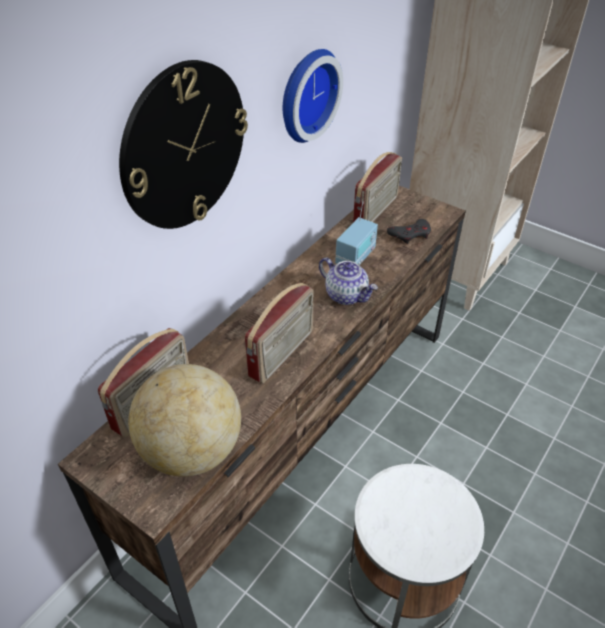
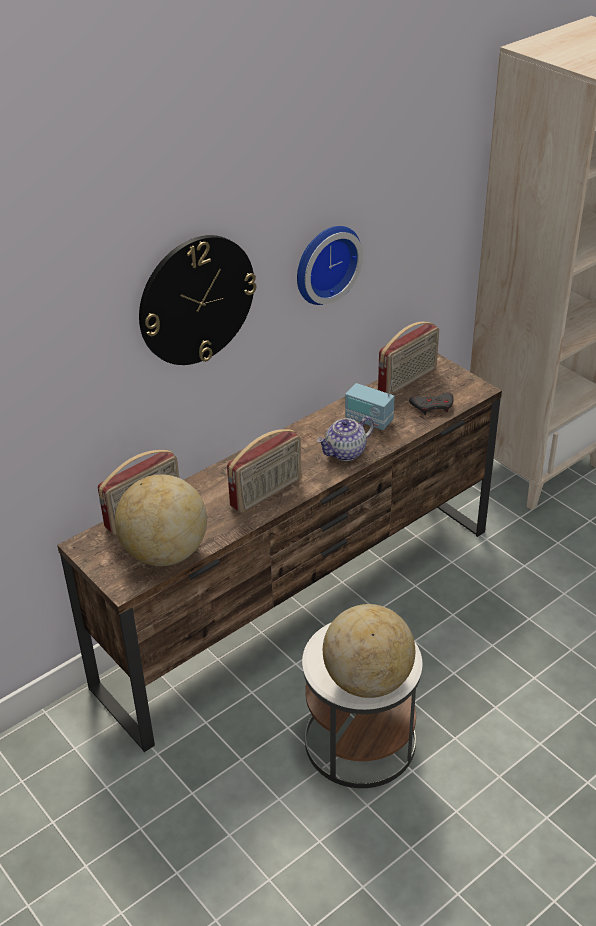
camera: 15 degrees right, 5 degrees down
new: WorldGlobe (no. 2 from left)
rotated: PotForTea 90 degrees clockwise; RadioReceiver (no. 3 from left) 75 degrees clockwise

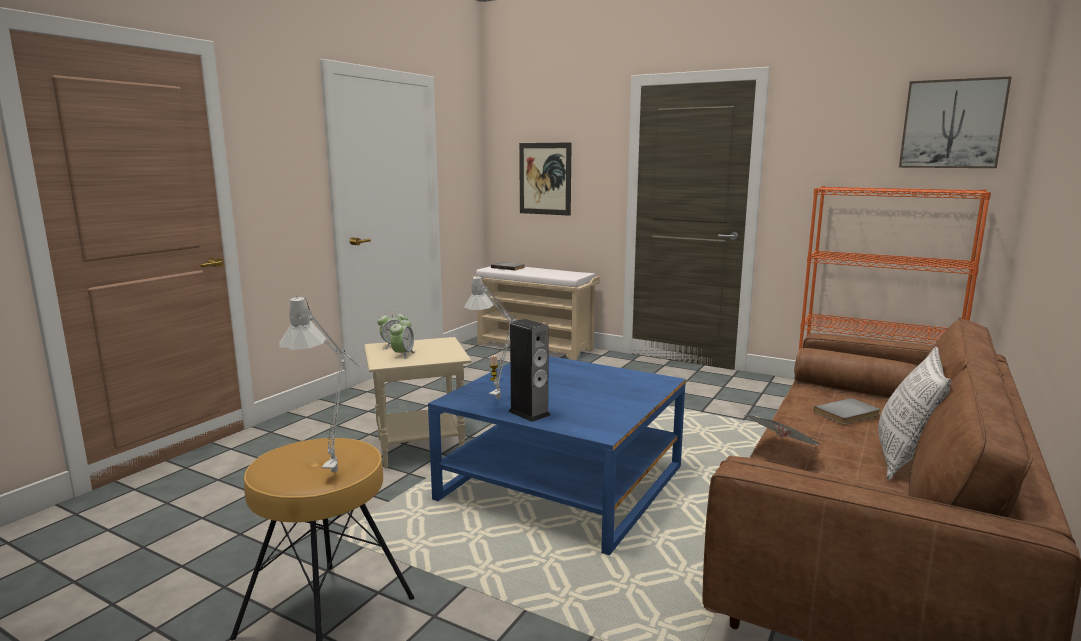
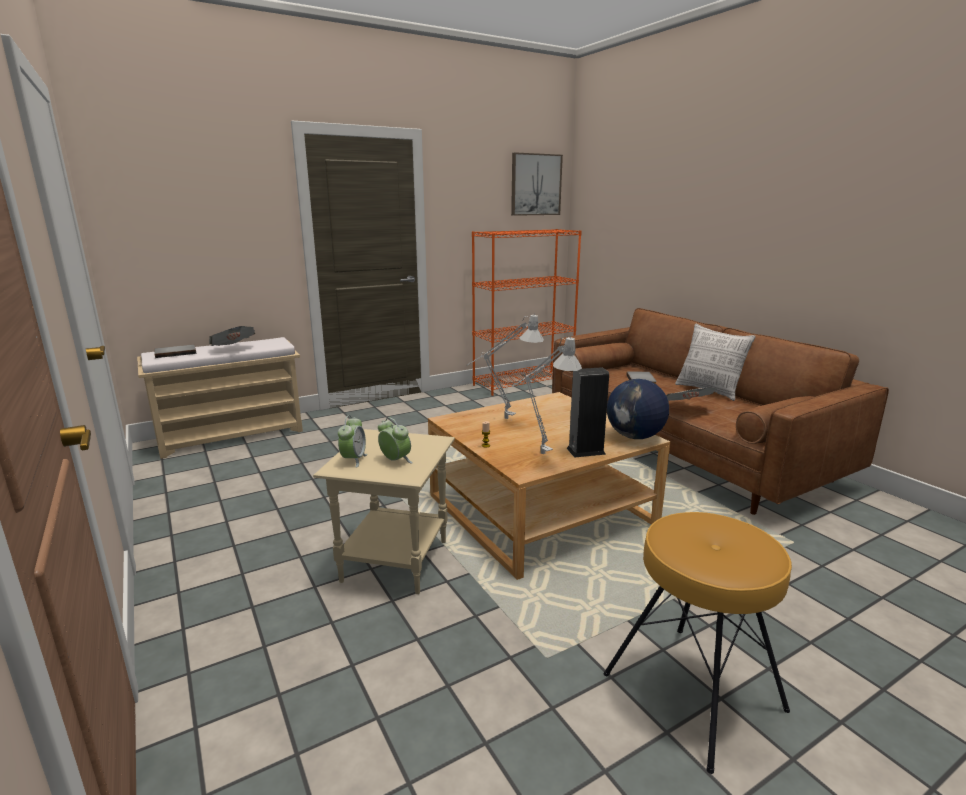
camera: 60 degrees left, 5 degrees up
gone: WallArt (no. 1 from left)
new: DailyPaper (no. 1 from left); WorldGlobe
shifted: GrayLampForATable (no. 1 from left)
repainted: BluishLowTable to BeigeLowTable

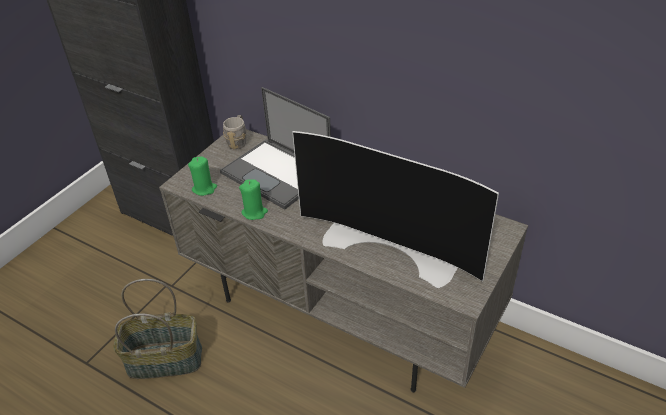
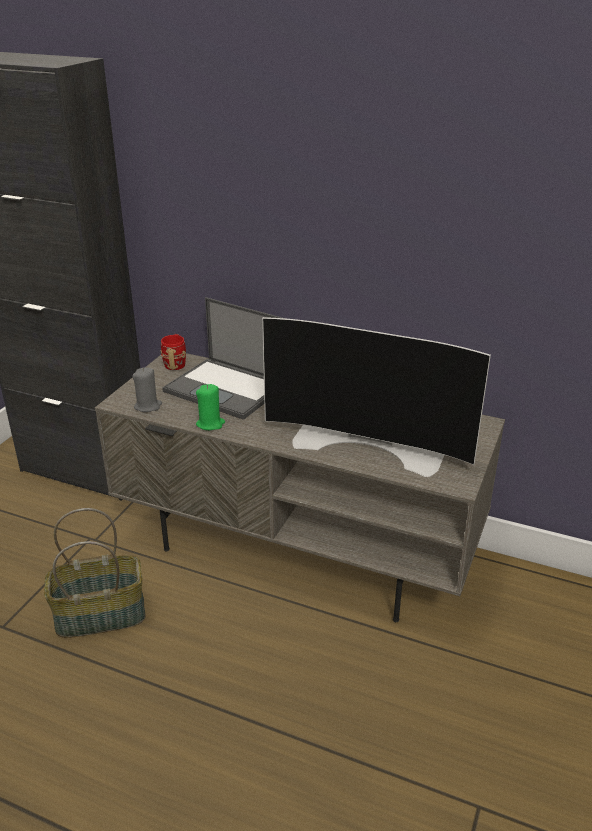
camera: 10 degrees left, 10 degrees down
repainted: GreenColouredWaxLight (no. 1 from left) to GrayWaxLight; GrayCoffeeMug to RedColouredCoffeeMug

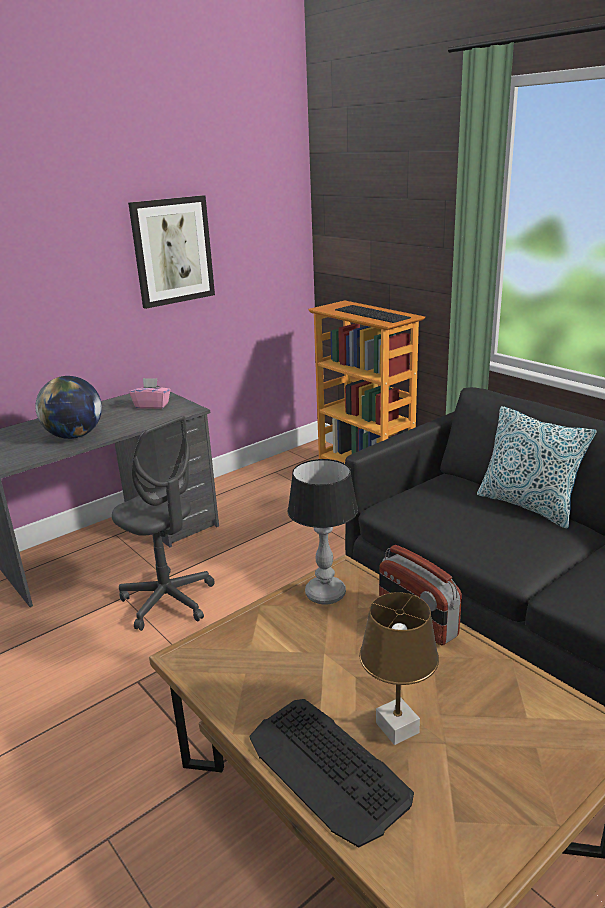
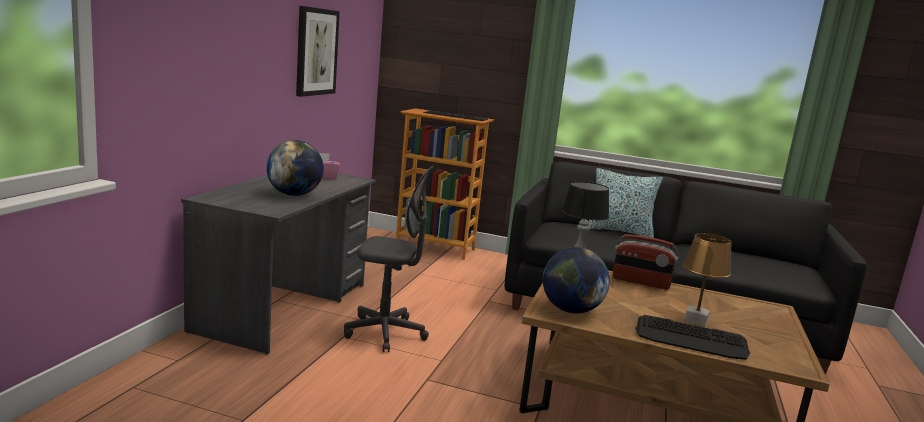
camera: 35 degrees left, 10 degrees down
new: WorldGlobe (no. 2 from left)

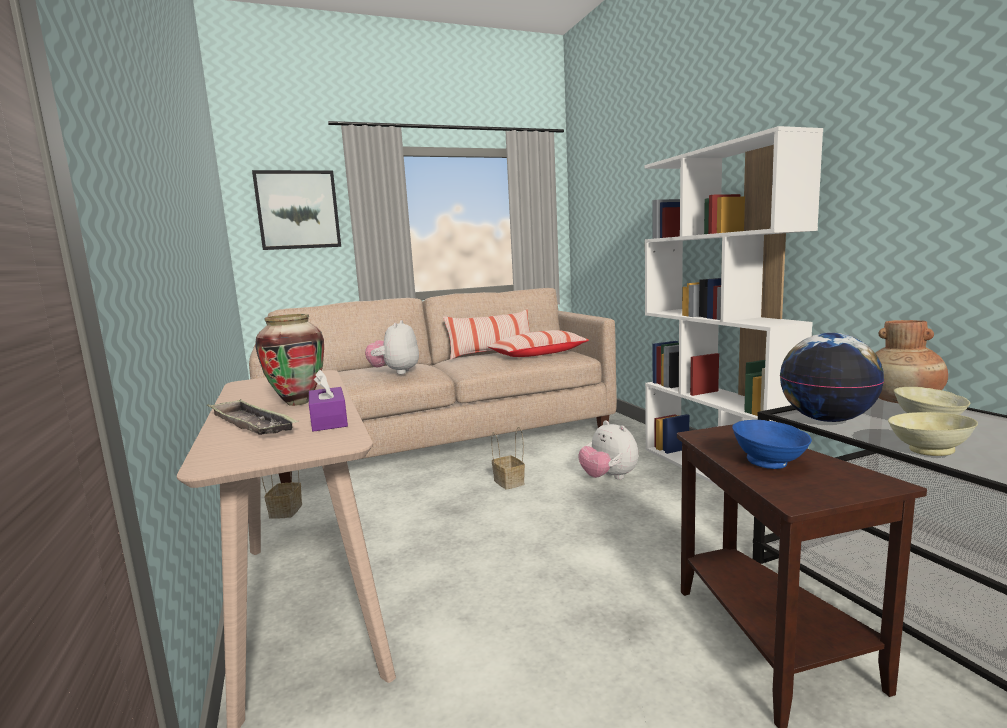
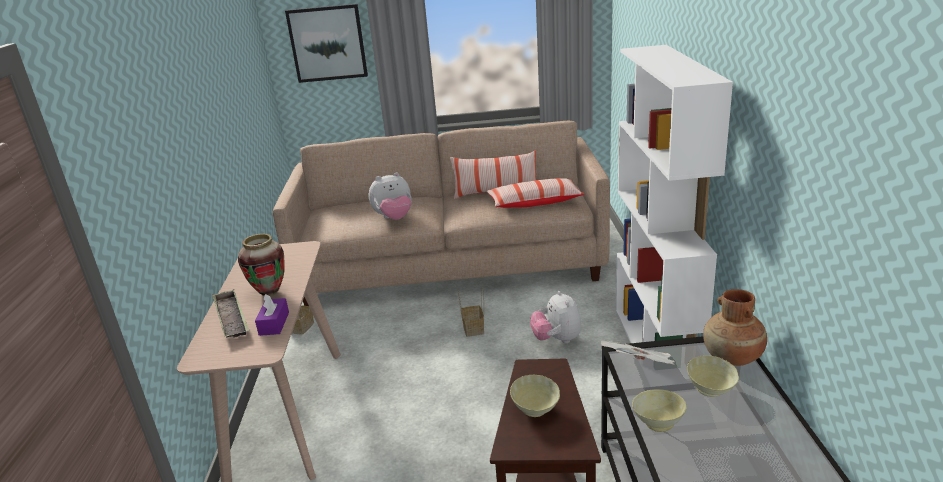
camera: 20 degrees right, 15 degrees up
swapped: WorldGlobe to DailyPaper
repainted: BluishDeepDish to BeigeDeepDish (no. 1 from left)
rotated: SoftToy (no. 1 from left) 135 degrees counterclockwise

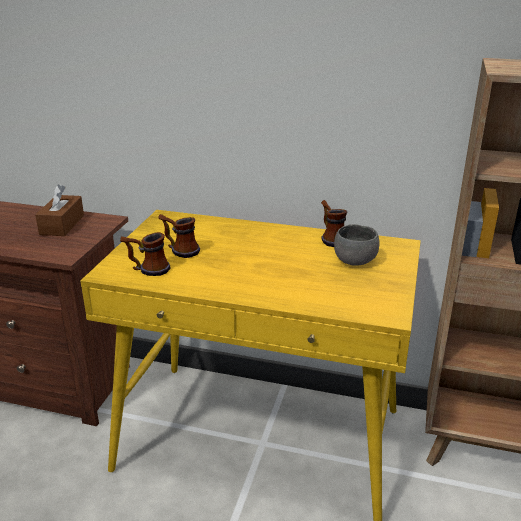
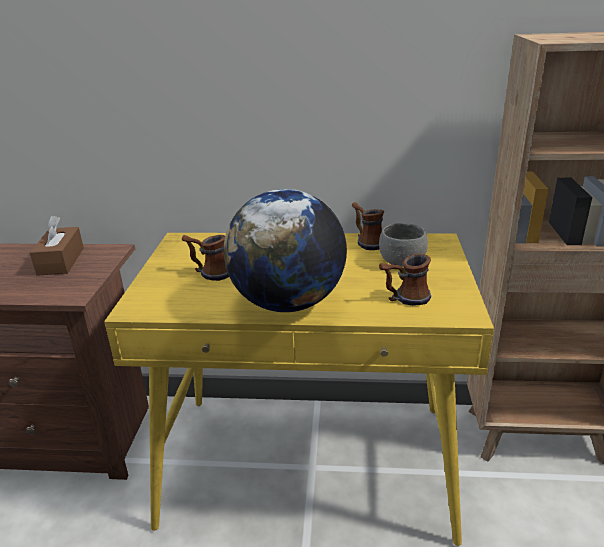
camera: 10 degrees left, 0 degrees up
new: WorldGlobe
shifted: CoffeeMug (no. 1 from left in the first image) to CoffeeMug (no. 3 from left)

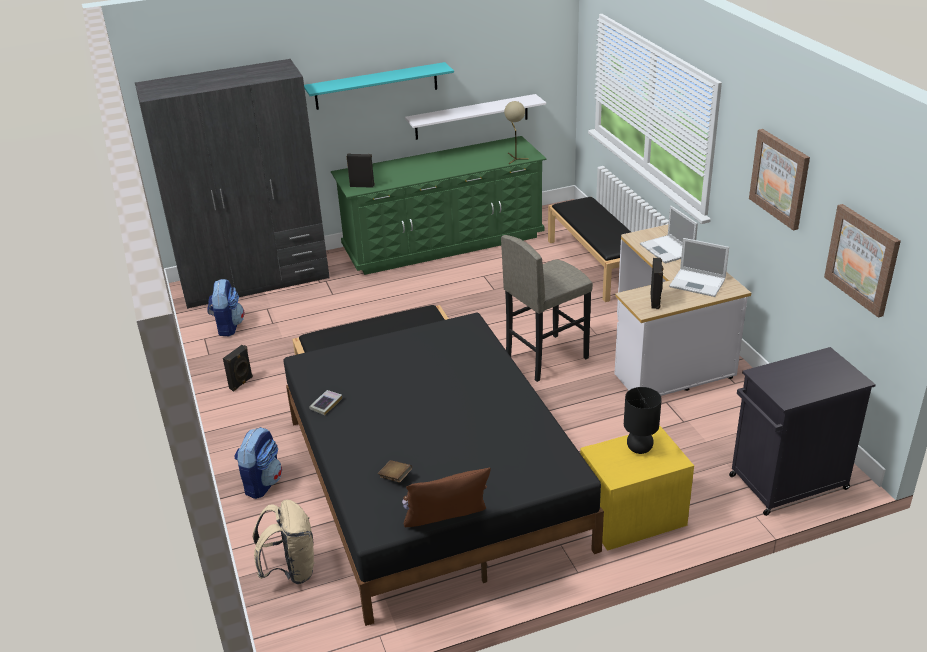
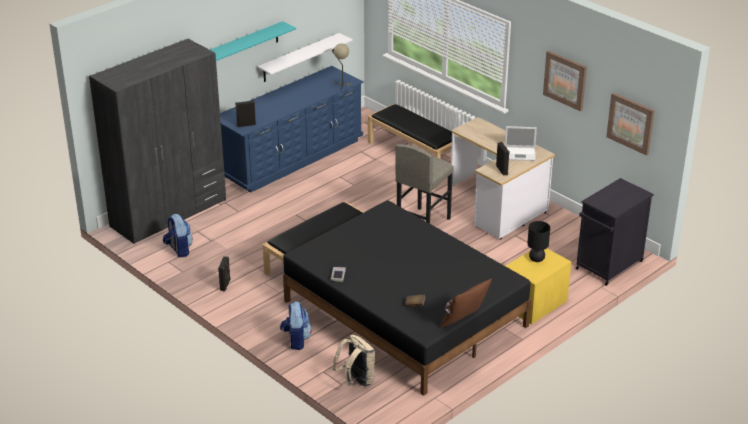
camera: 25 degrees left, 0 degrees up
gone: PortableComputer (no. 1 from left)
repainted: GreenColouredChestOfDrawers to BluishChestOfDrawers

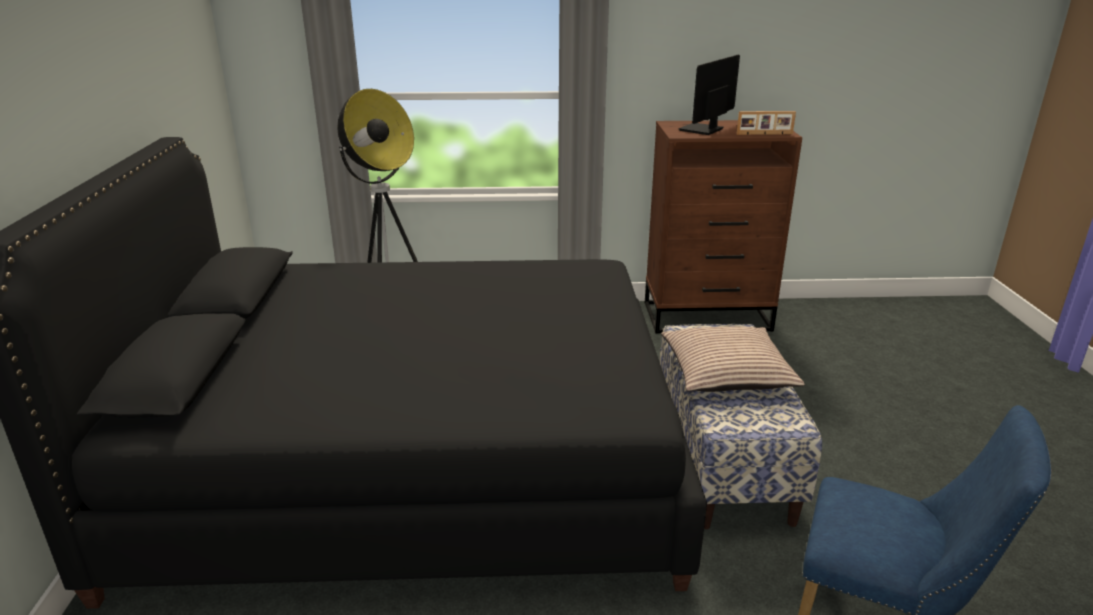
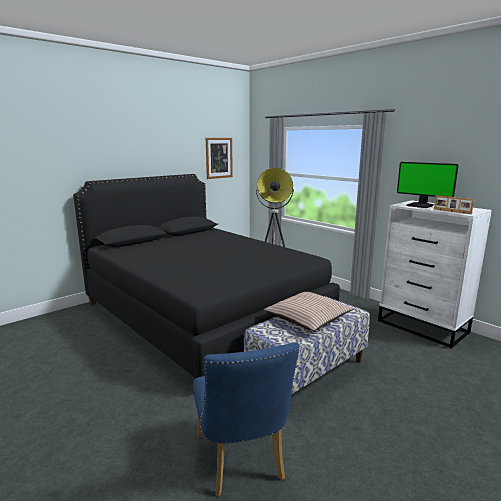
camera: 50 degrees right, 10 degrees down
new: WallArt
repainted: BrownChestOfDrawers to WhitishChestOfDrawers
rotated: Monitor 135 degrees counterclockwise

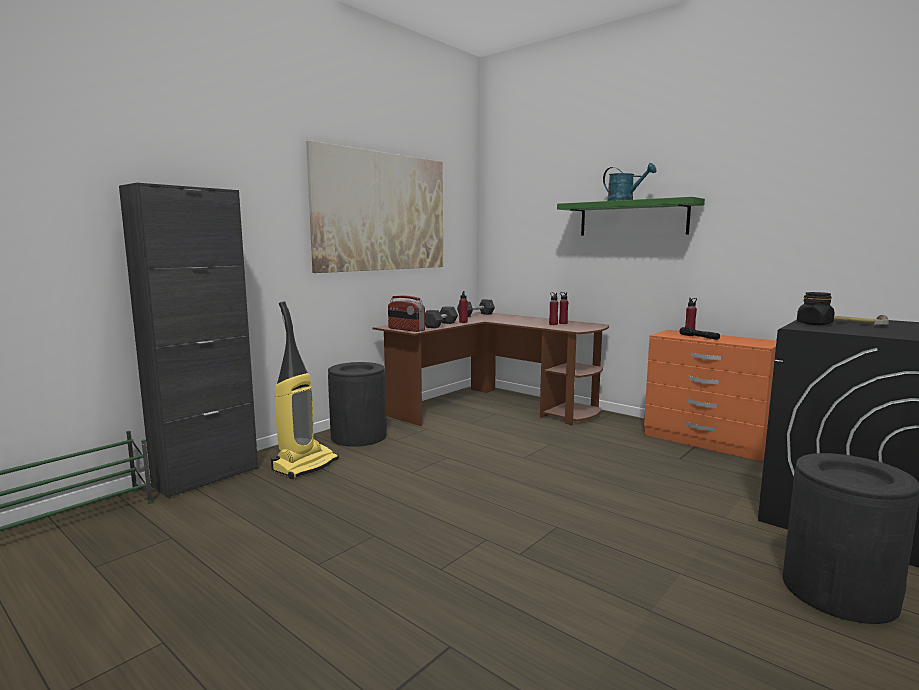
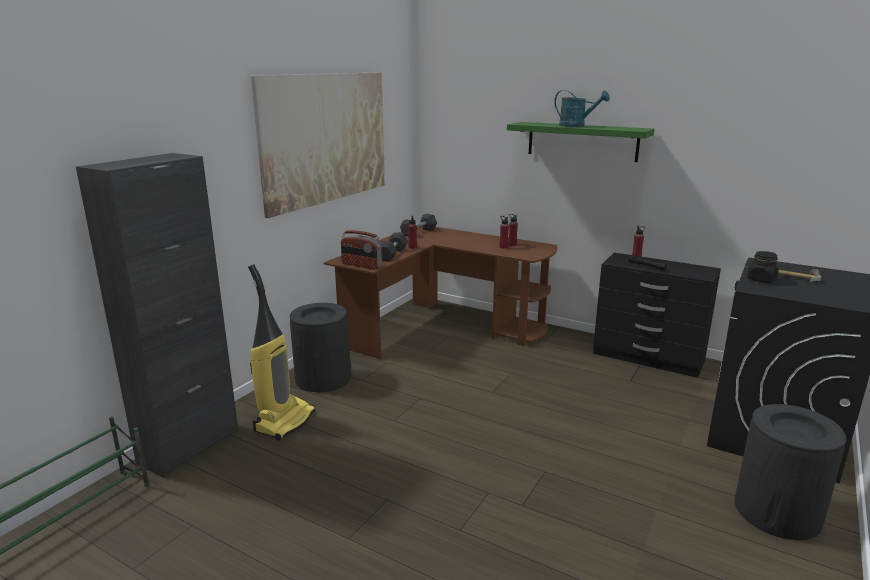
camera: 10 degrees left, 10 degrees up
repainted: OrangeColouredChestOfDrawers to BlackChestOfDrawers

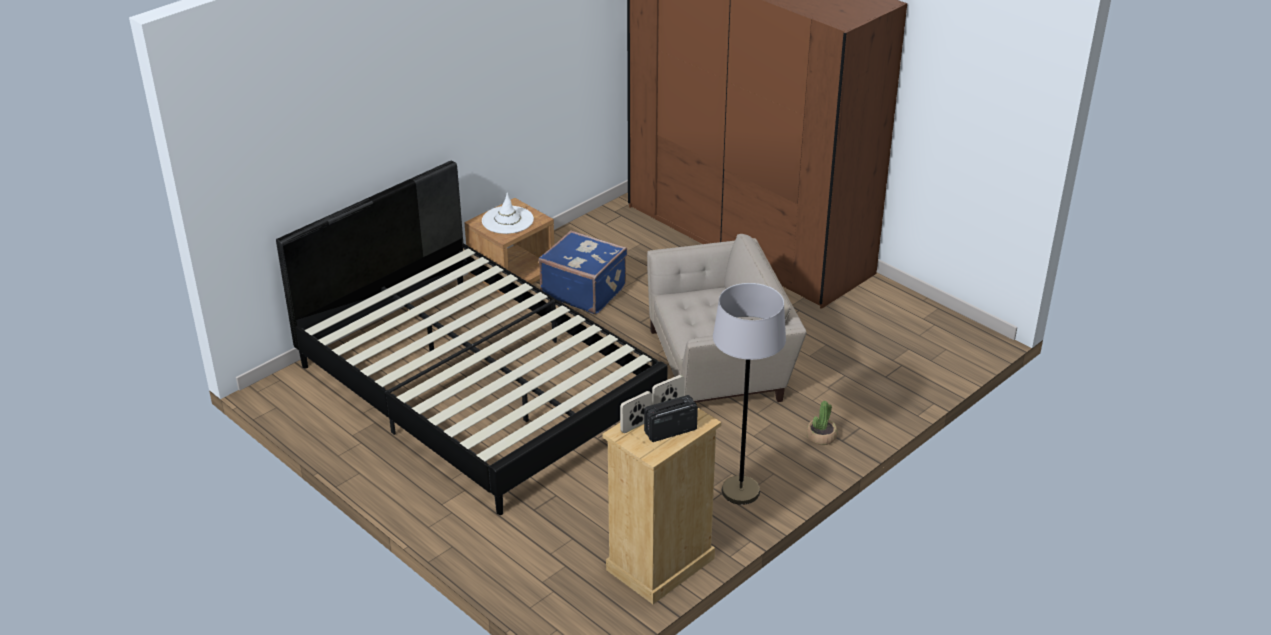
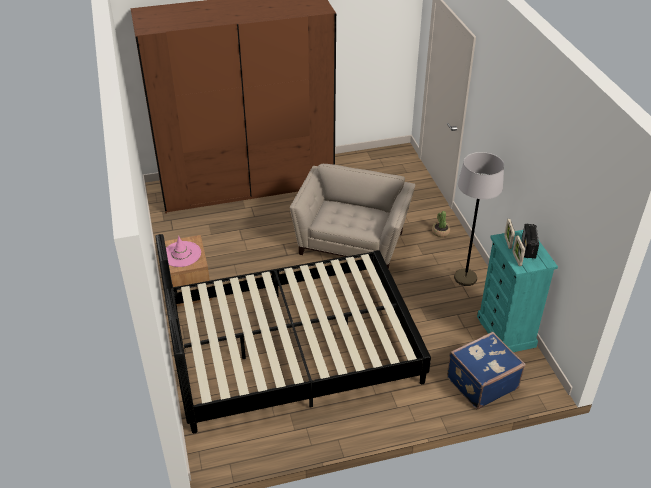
camera: 60 degrees left, 5 degrees up
shifted: BluishSuitcase
repainted: WhitishHat to PinkColouredHat; BeigeChestOfDrawers to TurquoiseChestOfDrawers

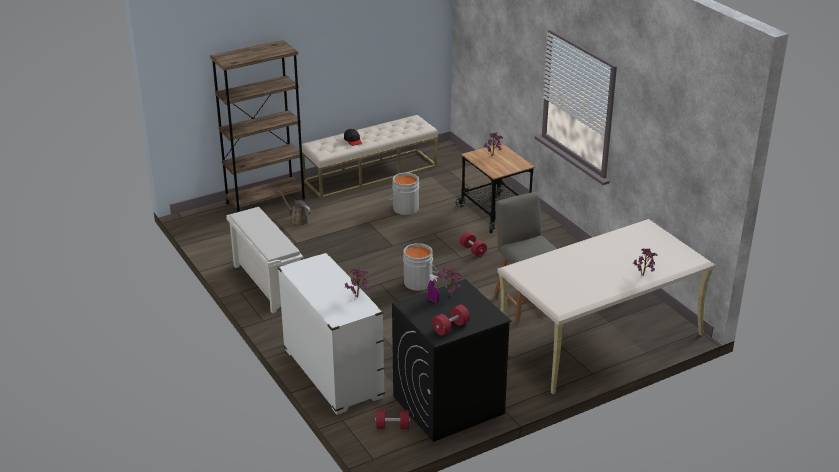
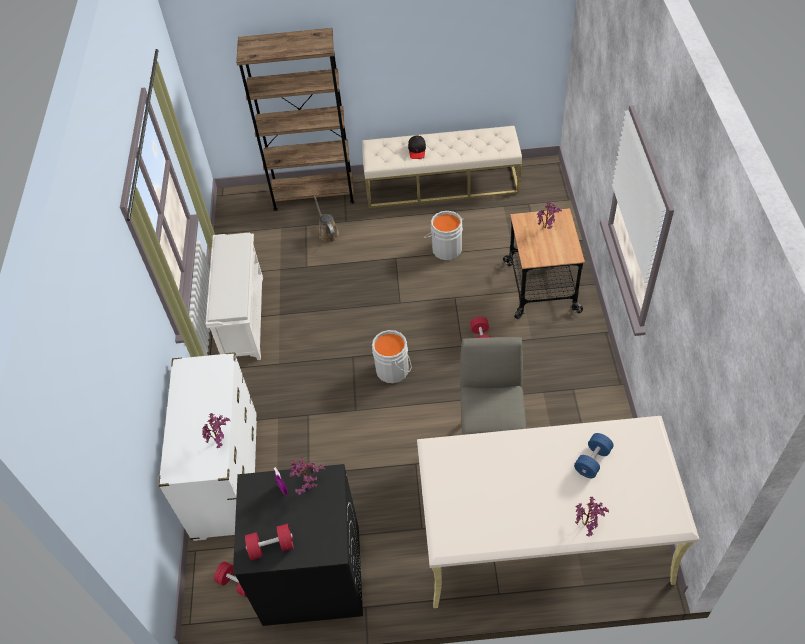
camera: 30 degrees right, 20 degrees up
new: BluishFreeWeight

